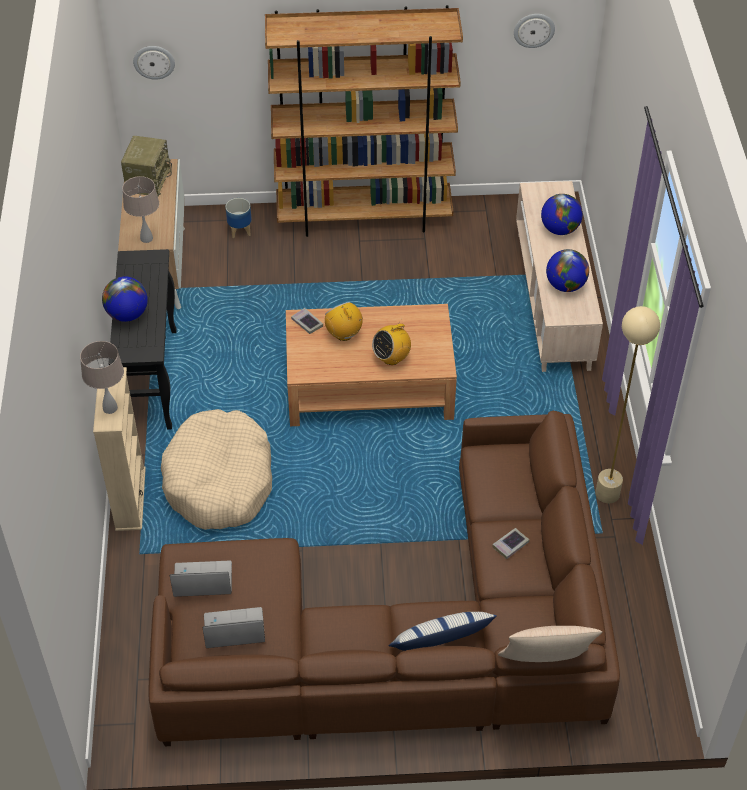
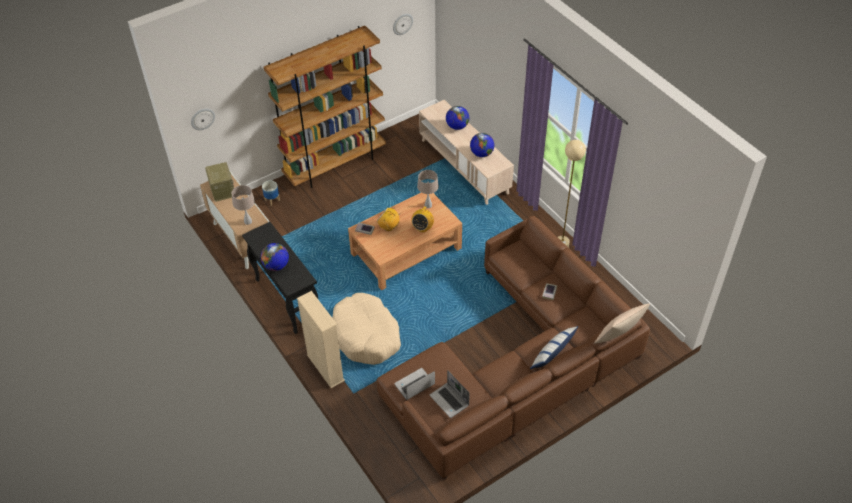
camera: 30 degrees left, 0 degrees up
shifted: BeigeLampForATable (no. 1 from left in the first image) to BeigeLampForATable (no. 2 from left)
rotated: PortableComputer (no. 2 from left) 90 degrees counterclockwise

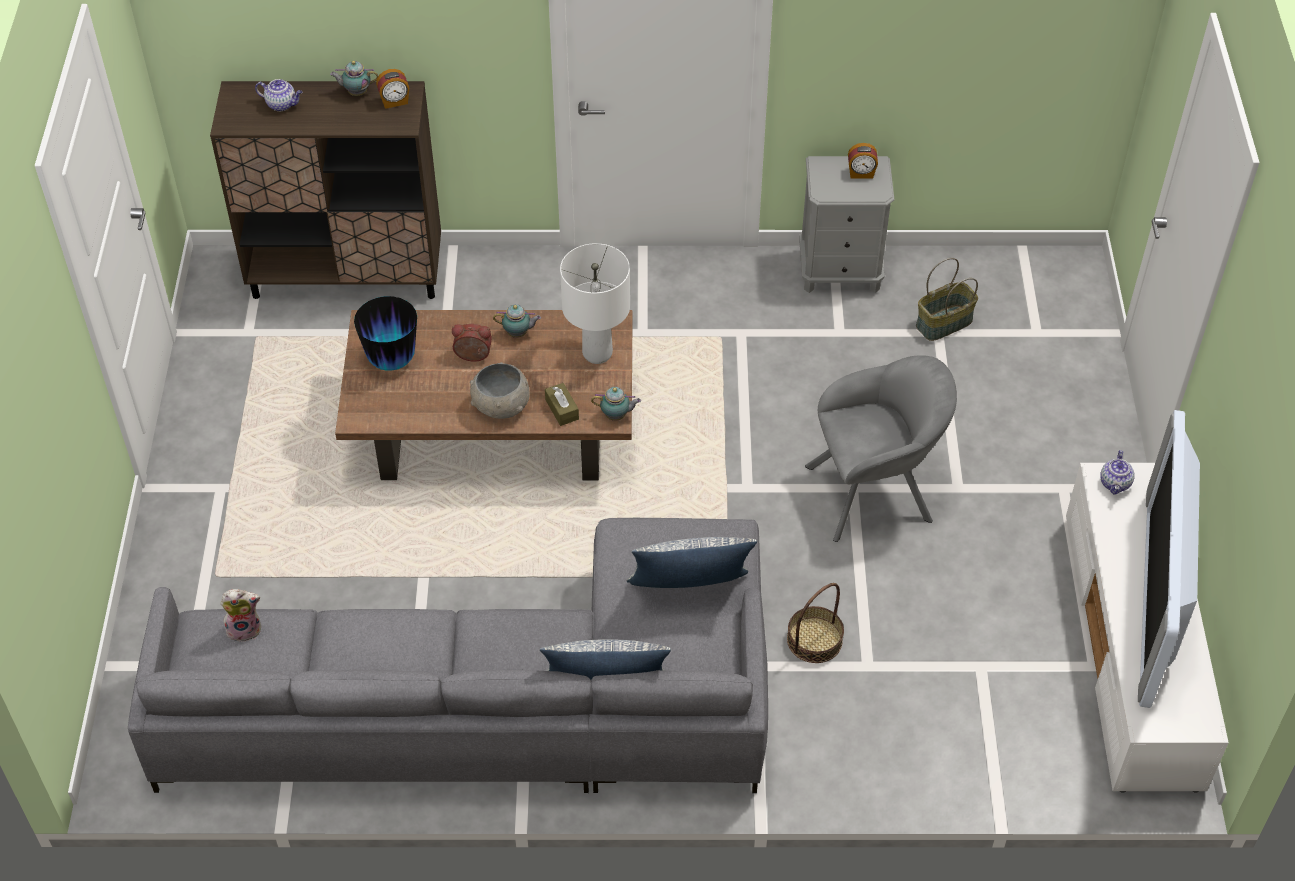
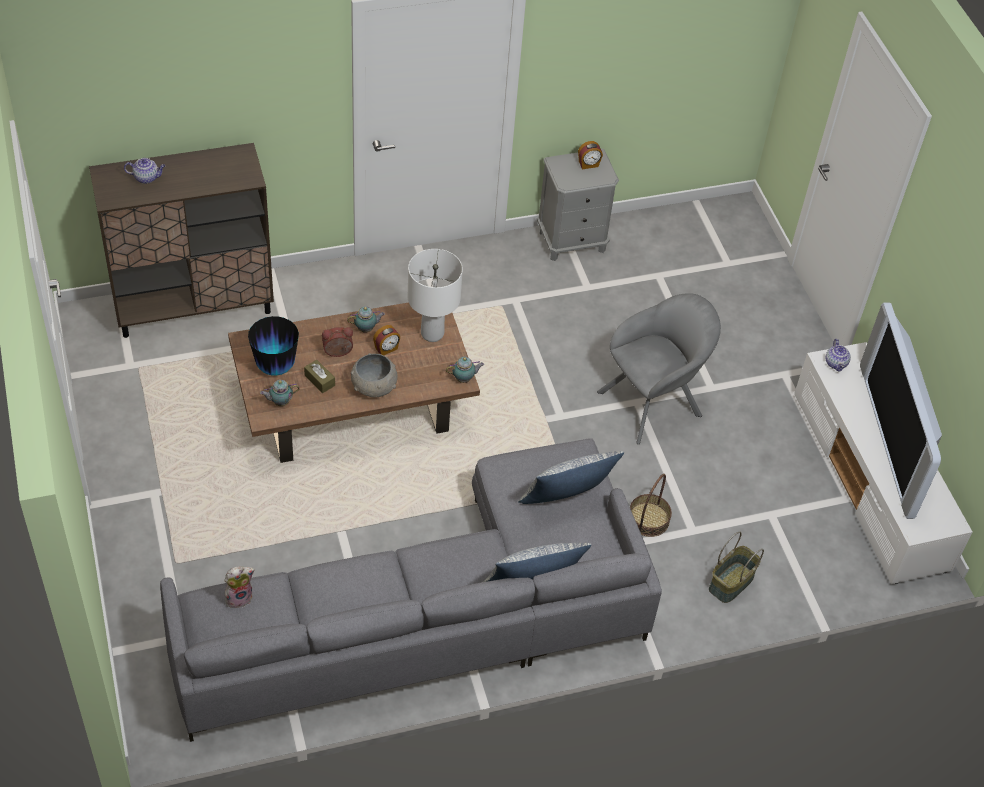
camera: 20 degrees left, 0 degrees up
shifted: PotForTea (no. 2 from left); AlarmClock (no. 1 from left in the first image) to AlarmClock (no. 2 from left); BrownTissueHolder; StorageBasket (no. 2 from left)

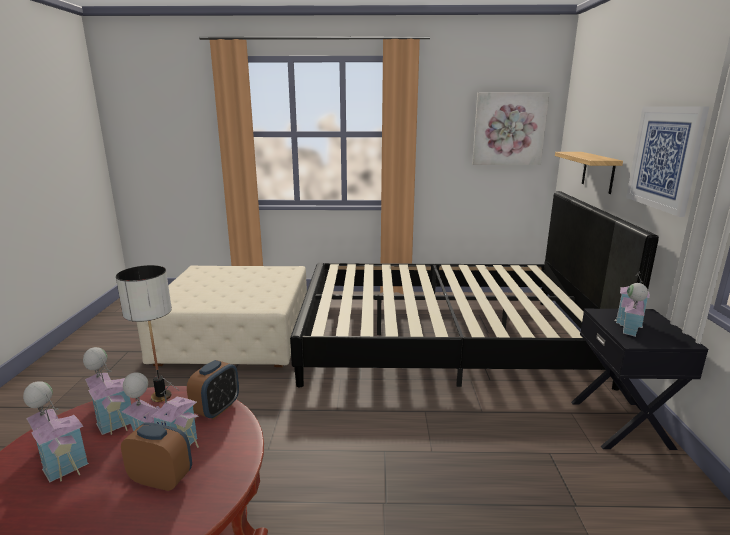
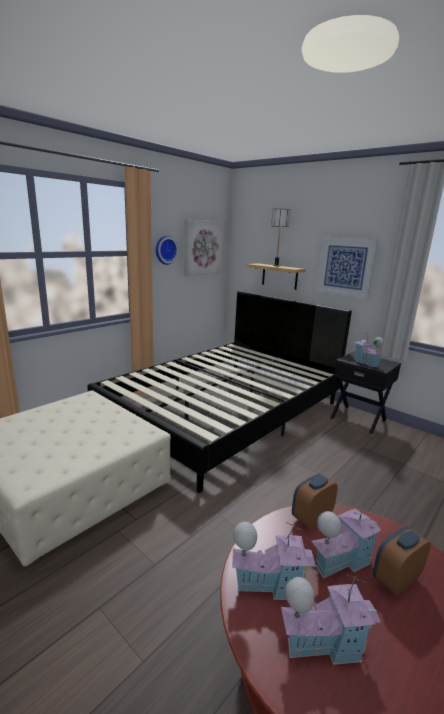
camera: 50 degrees left, 0 degrees up
new: WallClock
shifted: LampForATable
rotated: AlarmClock (no. 2 from left in the first image) 105 degrees counterclockwise

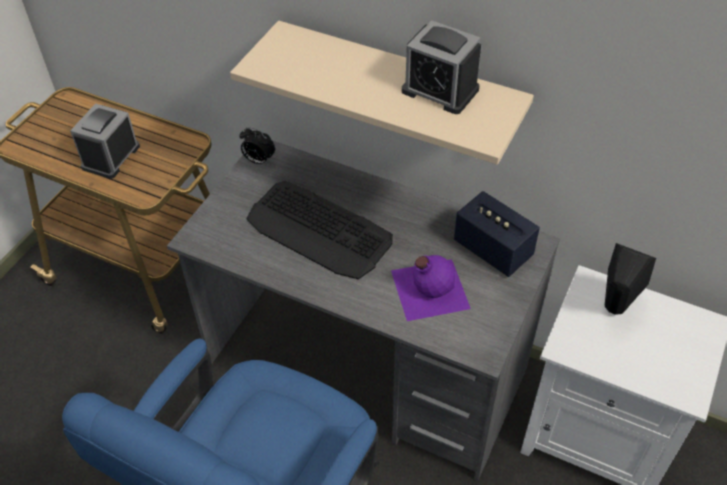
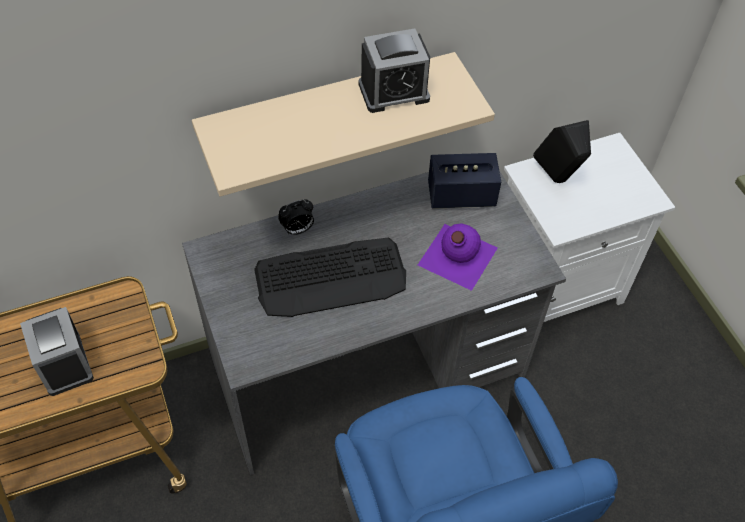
camera: 50 degrees left, 5 degrees up
shifted: AlarmClock (no. 2 from left)

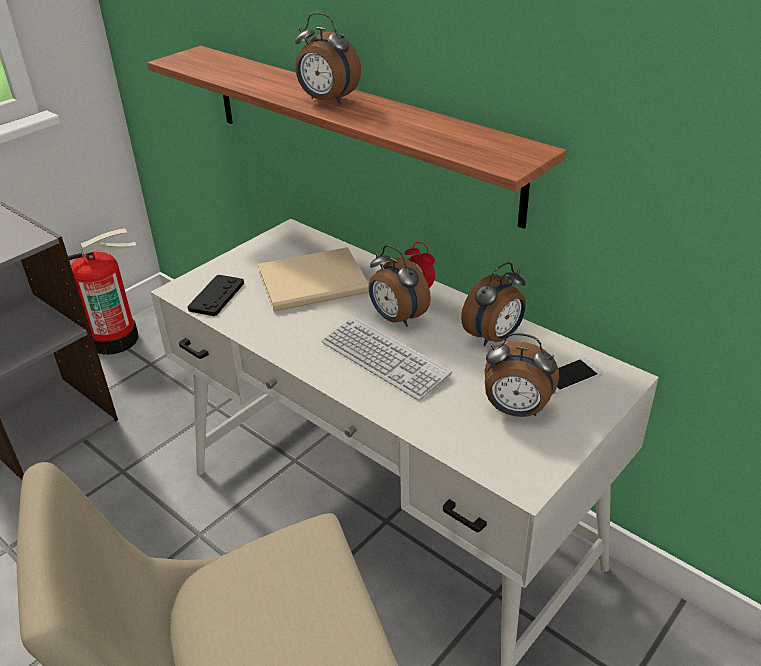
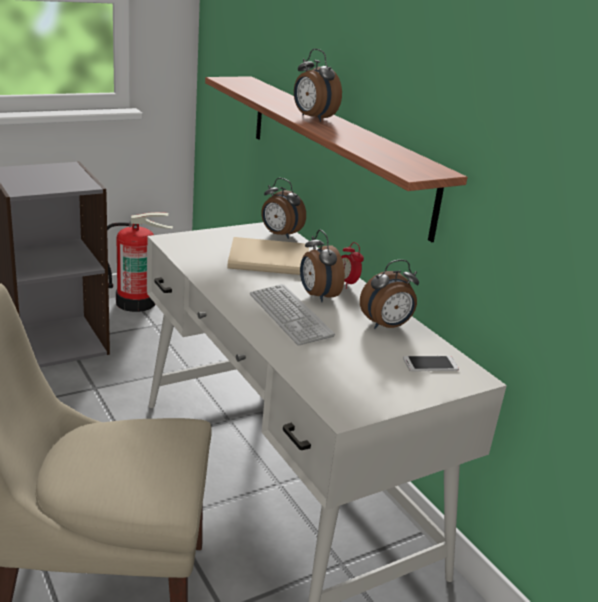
camera: 15 degrees right, 10 degrees down
gone: BlackJoypad
shifted: AlarmClock (no. 5 from left in the first image) to AlarmClock (no. 1 from left)

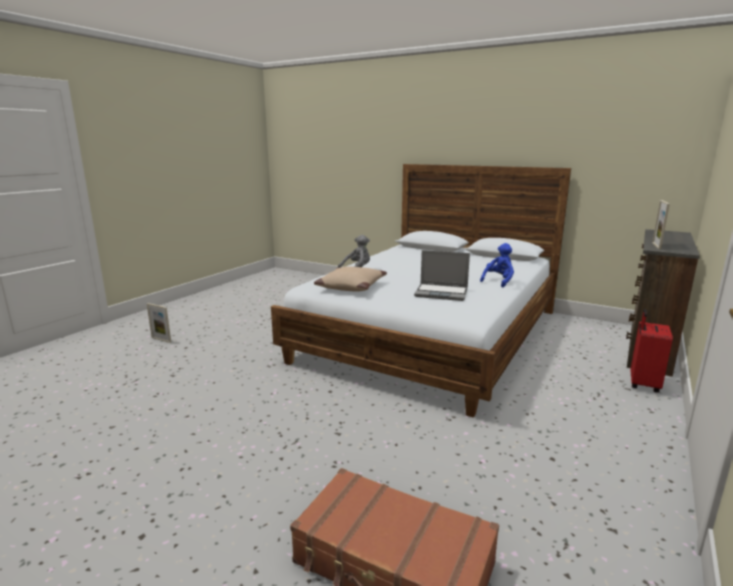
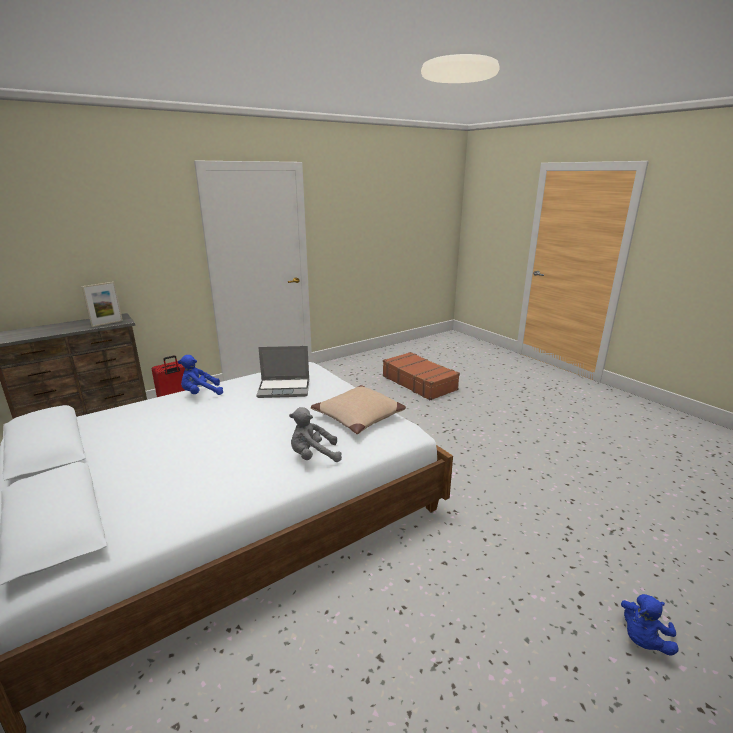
camera: 155 degrees left, 5 degrees up
swapped: StandingFrame (no. 1 from left) to BluishSoftToy (no. 2 from left)
rotated: PortableComputer 135 degrees clockwise

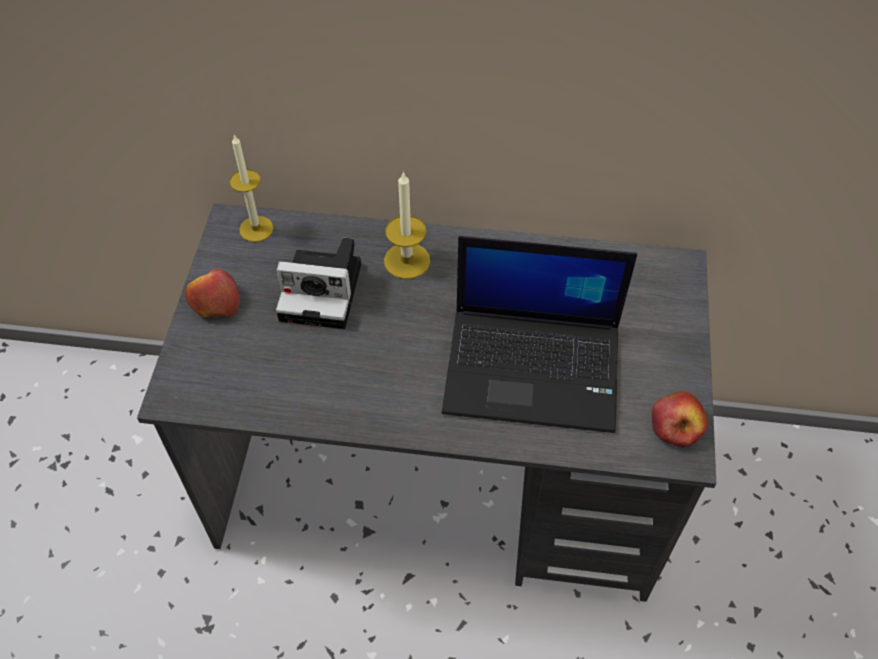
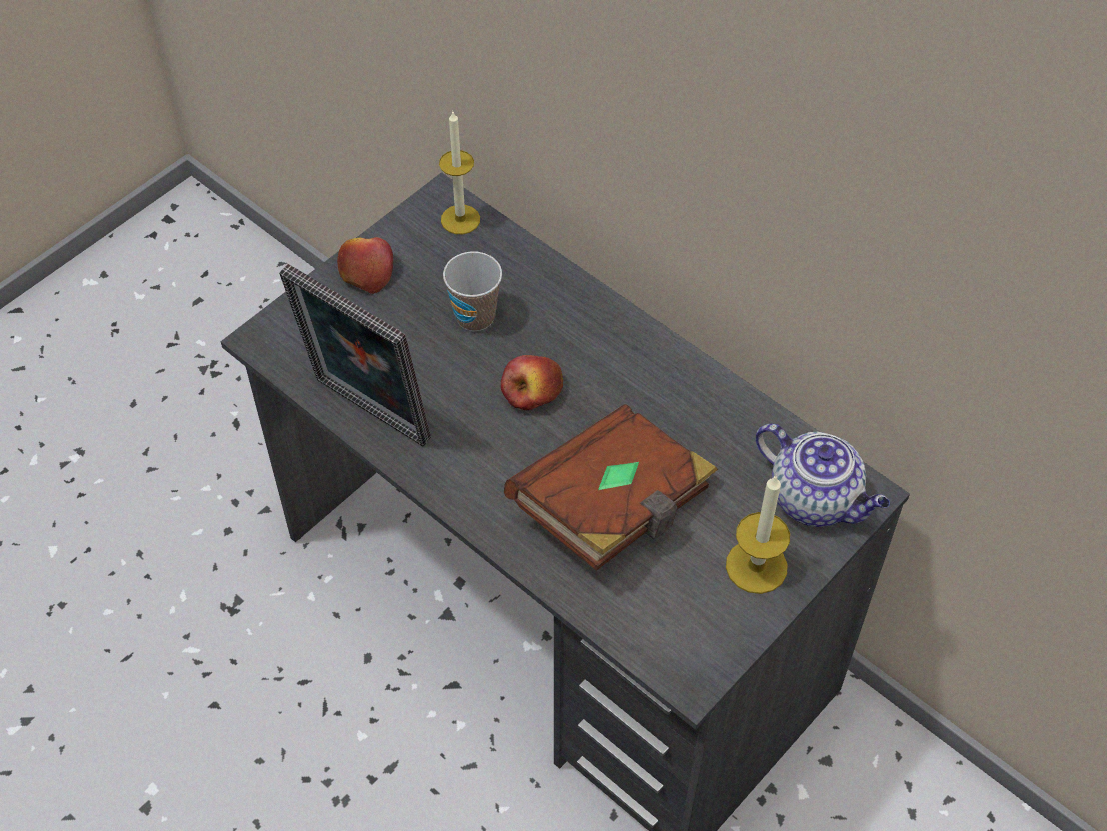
camera: 35 degrees right, 0 degrees up
new: StandingFrame; PotForTea
shifted: WaxLight (no. 2 from left); WholeApple (no. 2 from left)
swapped: StillCamera to DrinkingCup; PortableComputer to BrownBook

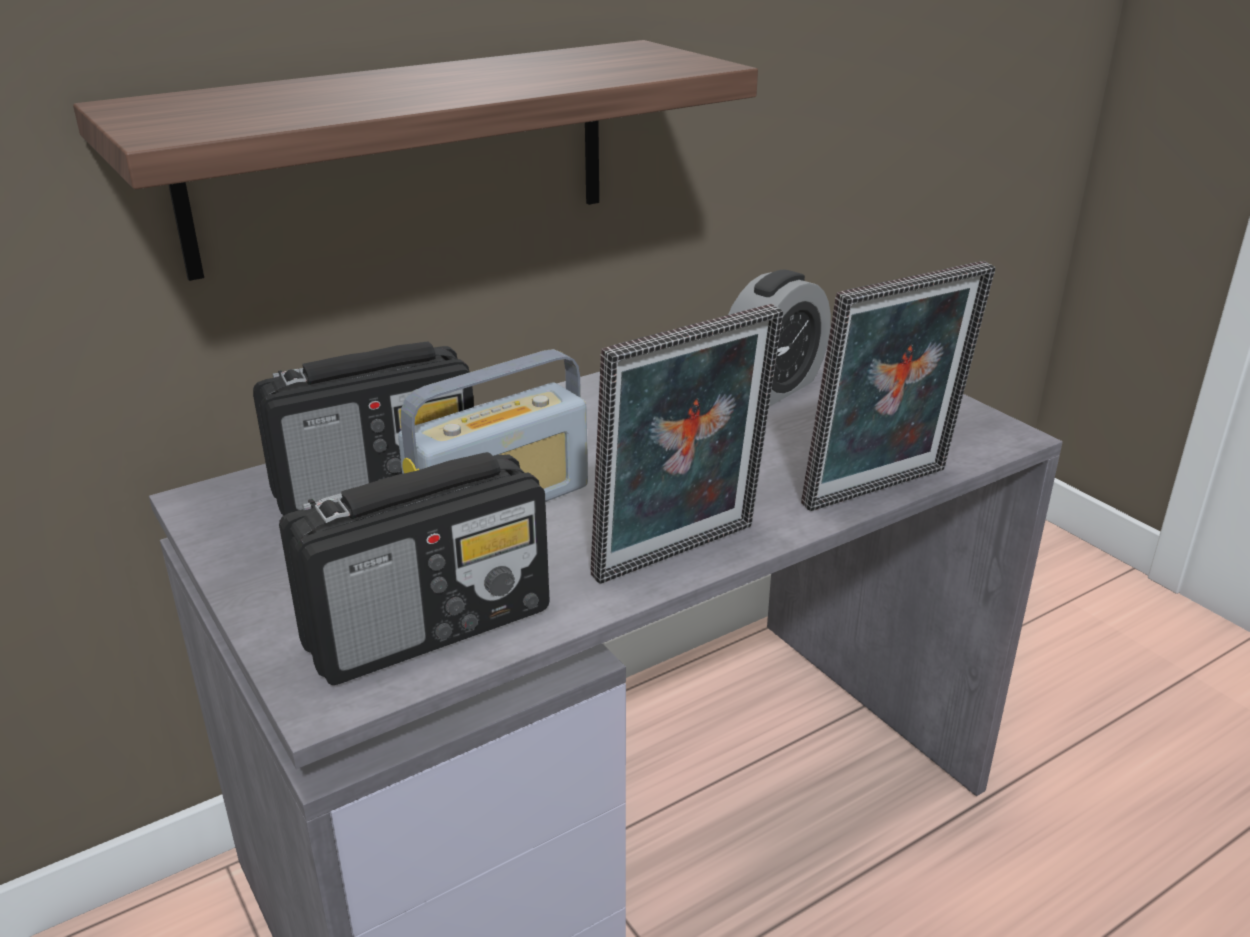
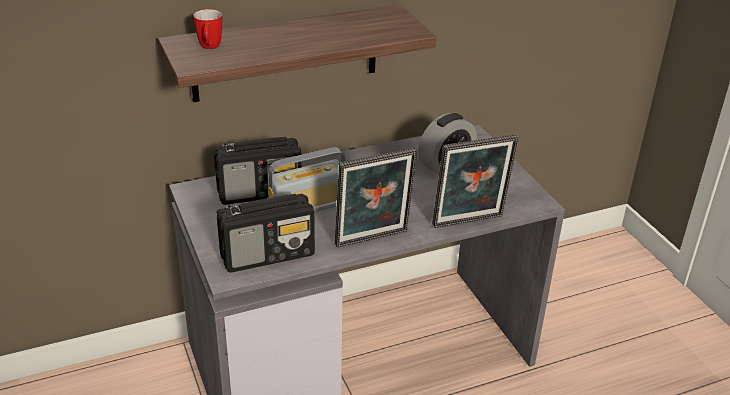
camera: 10 degrees right, 5 degrees up
new: CoffeeMug

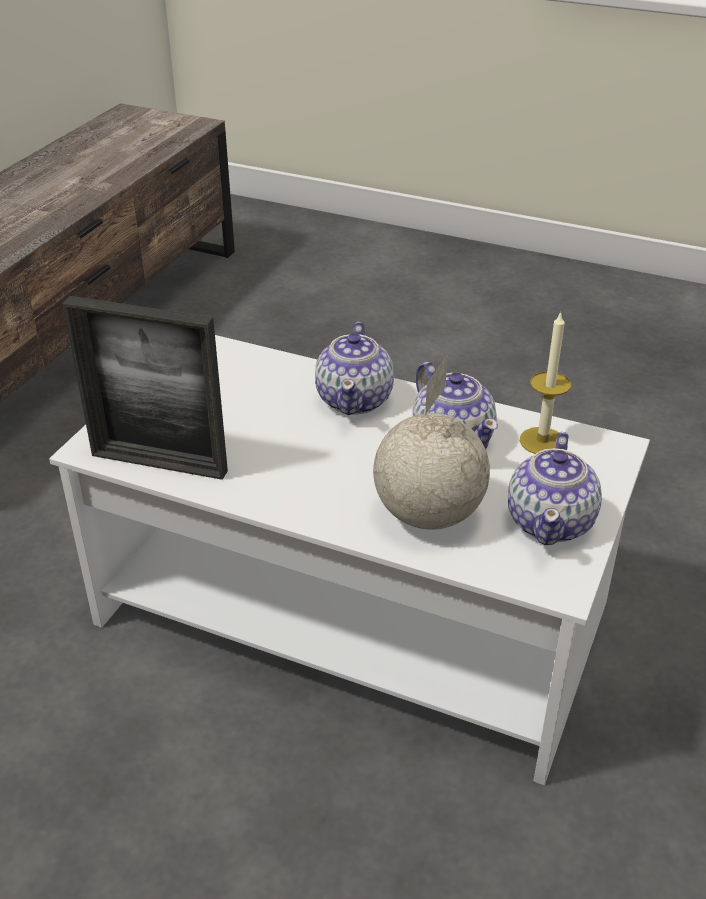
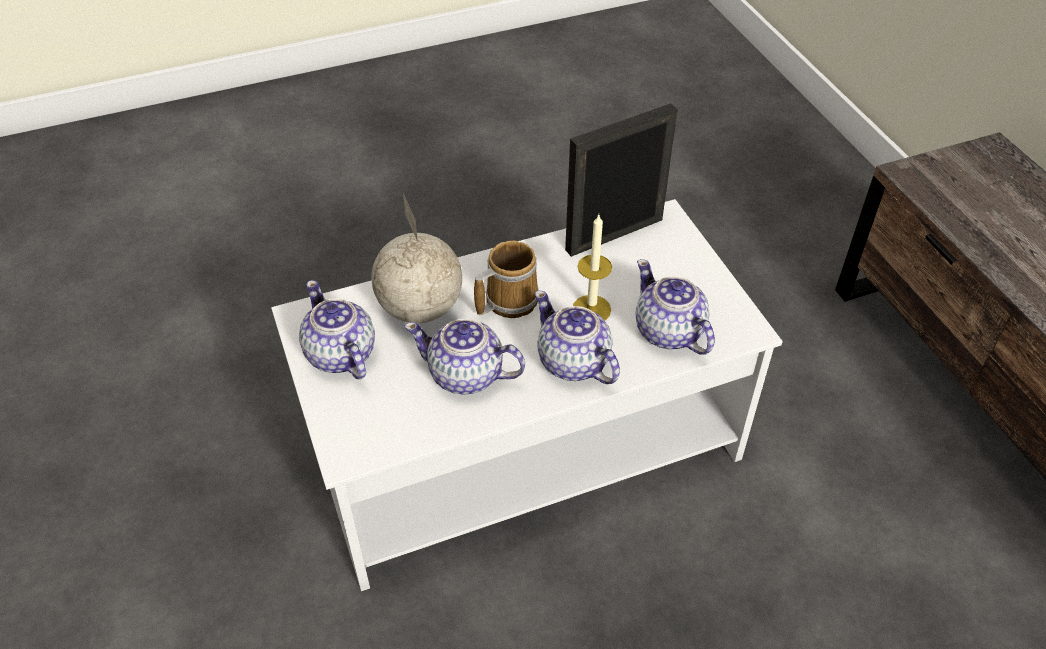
camera: 135 degrees right, 10 degrees up
new: CoffeeMug; PotForTea (no. 4 from left)
shifted: WaxLight

